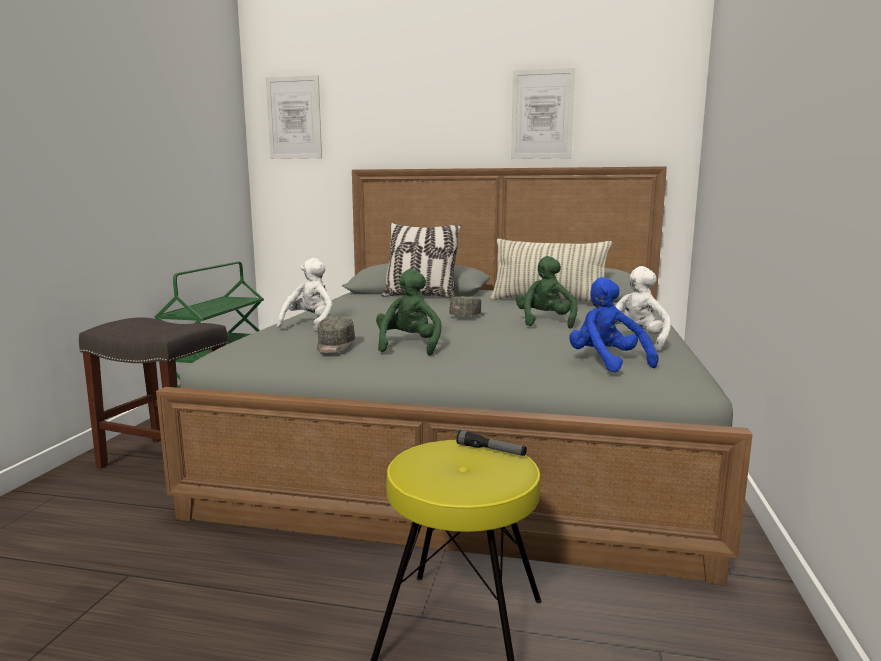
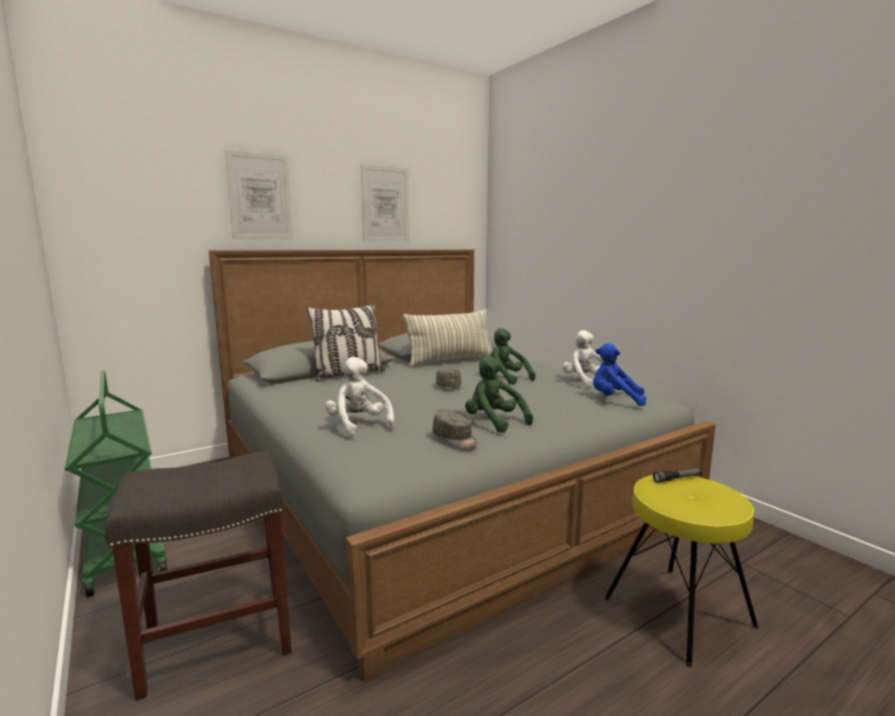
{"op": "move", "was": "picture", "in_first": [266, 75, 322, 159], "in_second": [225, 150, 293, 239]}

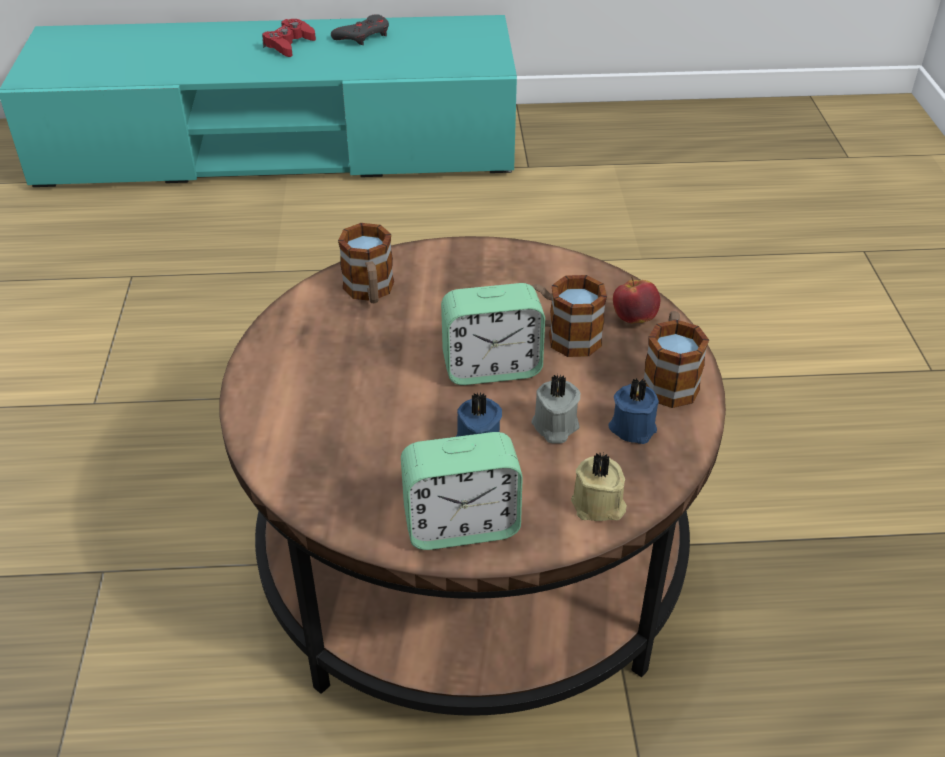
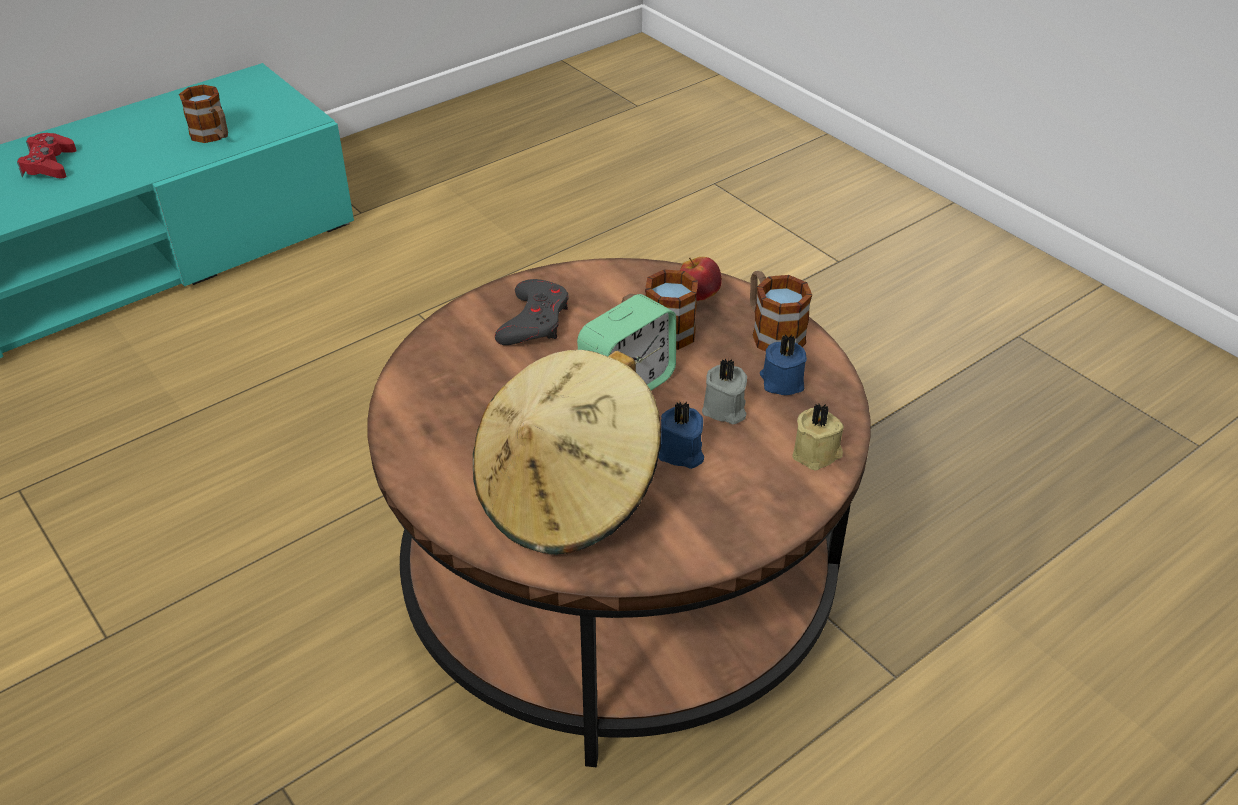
{"op": "delete", "was": "alarm_clock", "in_first": [401, 432, 523, 550]}
{"op": "insert", "now": "beige_hat", "in_second": [473, 350, 661, 555]}
{"op": "move", "was": "grey_game_controller", "in_first": [331, 14, 389, 45], "in_second": [495, 279, 569, 345]}
{"op": "move", "was": "mug", "in_first": [338, 223, 394, 303], "in_second": [179, 85, 228, 143]}

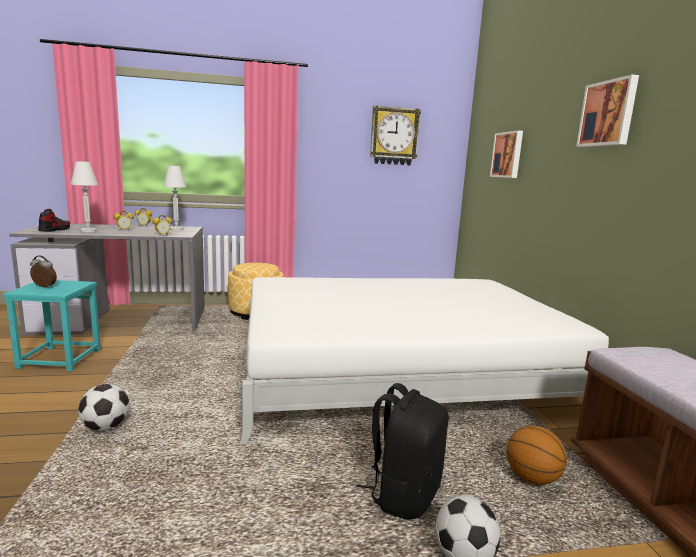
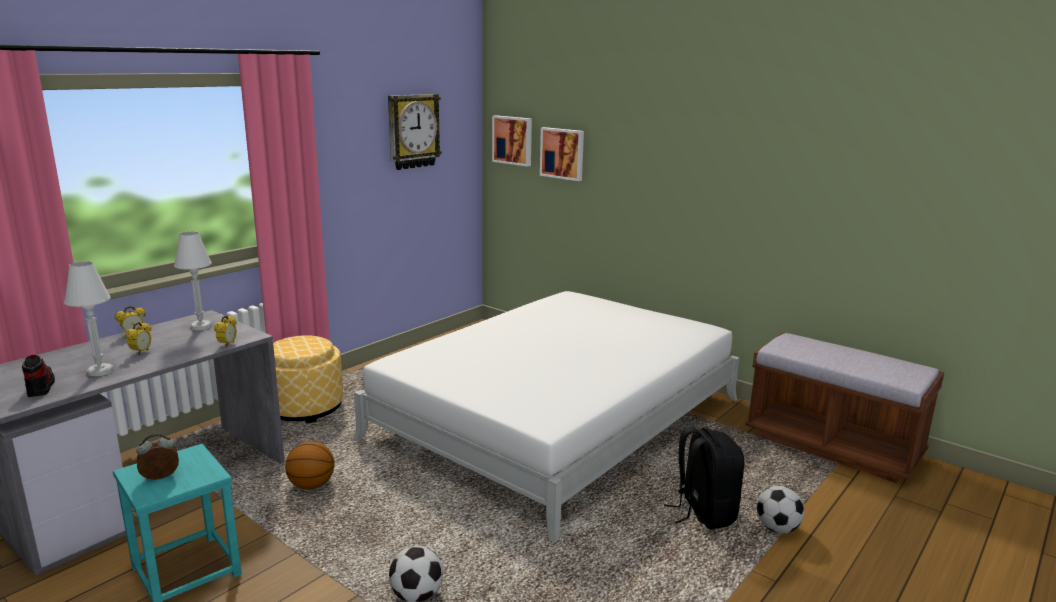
{"op": "move", "was": "basketball", "in_first": [506, 426, 567, 485], "in_second": [285, 441, 335, 490]}
{"op": "move", "was": "picture", "in_first": [576, 74, 639, 147], "in_second": [492, 115, 532, 166]}

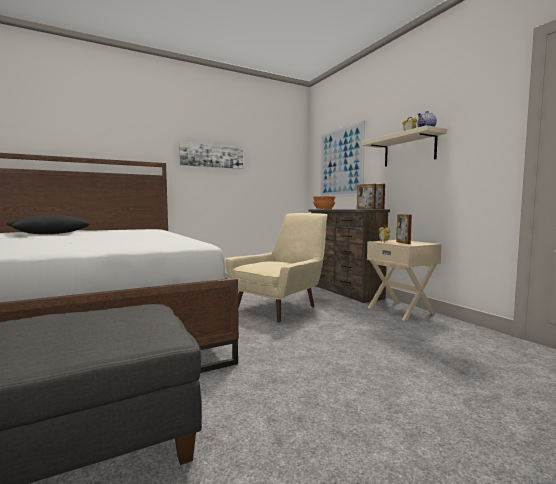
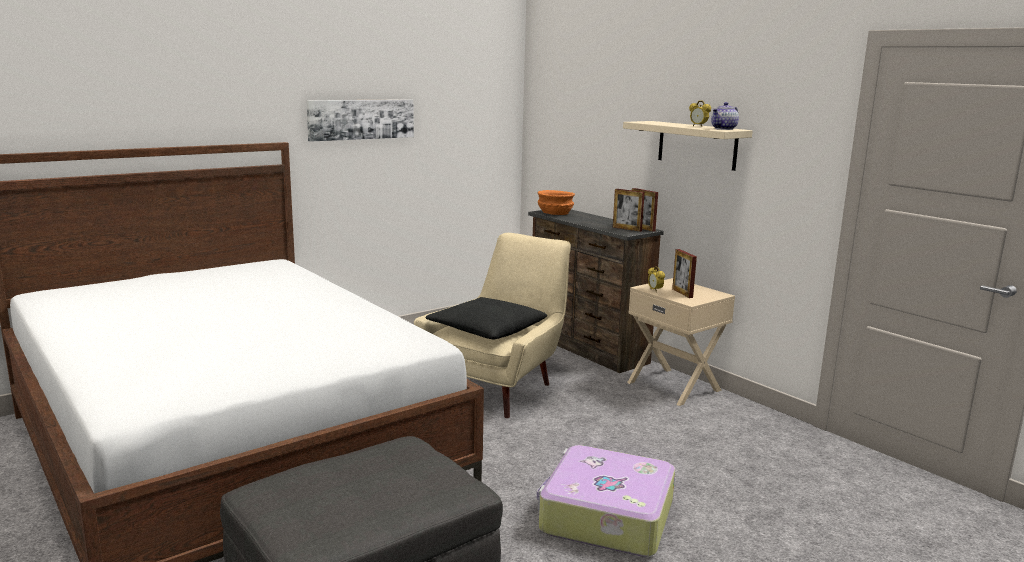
{"op": "delete", "was": "picture", "in_first": [320, 120, 365, 197]}
{"op": "insert", "now": "suitcase", "in_second": [537, 445, 675, 557]}
{"op": "move", "was": "black_pillow", "in_first": [6, 214, 90, 234], "in_second": [426, 297, 547, 339]}

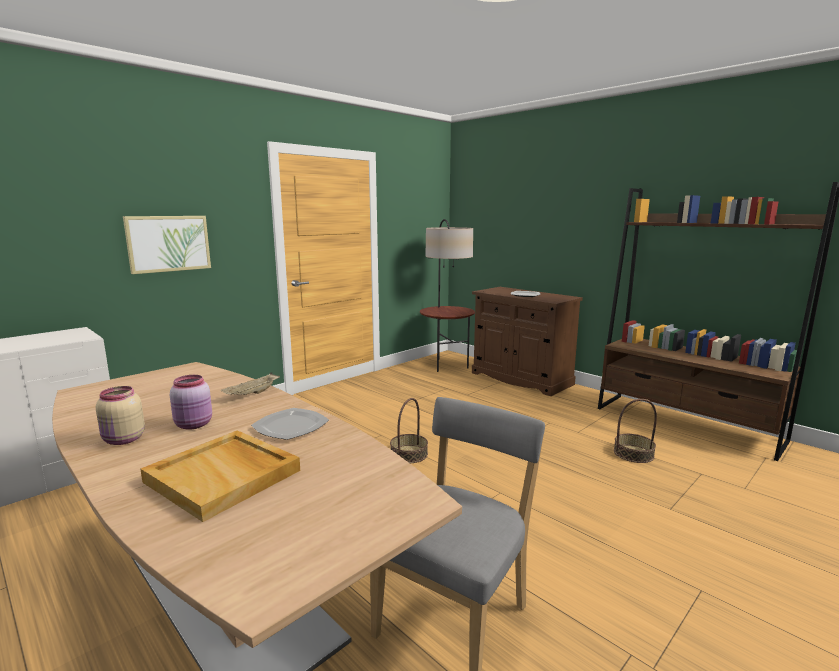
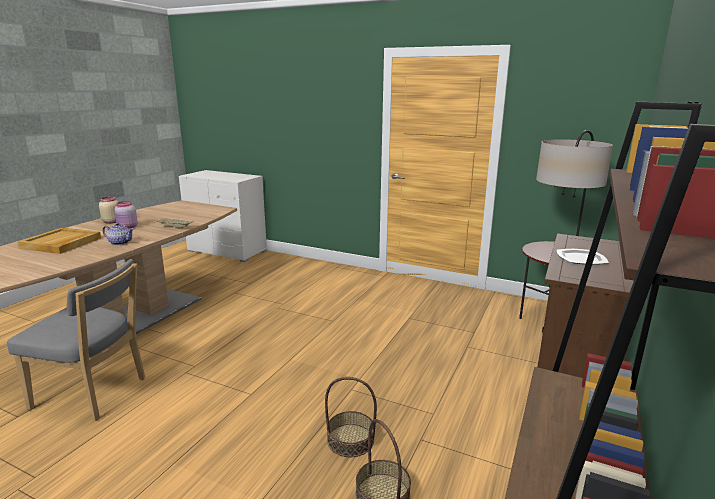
{"op": "delete", "was": "picture", "in_first": [123, 216, 211, 274]}
{"op": "move", "was": "basket", "in_first": [390, 398, 428, 463], "in_second": [325, 377, 377, 457]}
{"op": "replace", "was": "plate", "now": "teapot", "in_first": [251, 408, 329, 440], "in_second": [103, 223, 134, 245]}

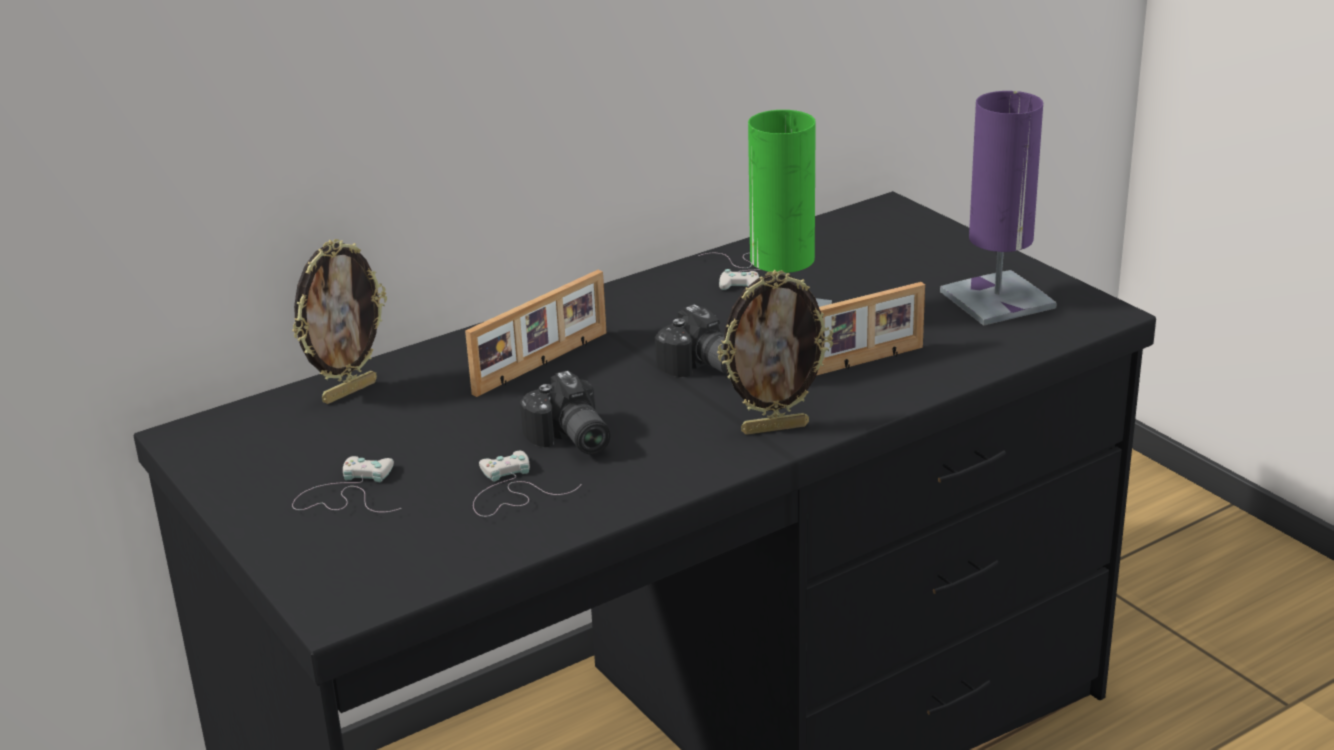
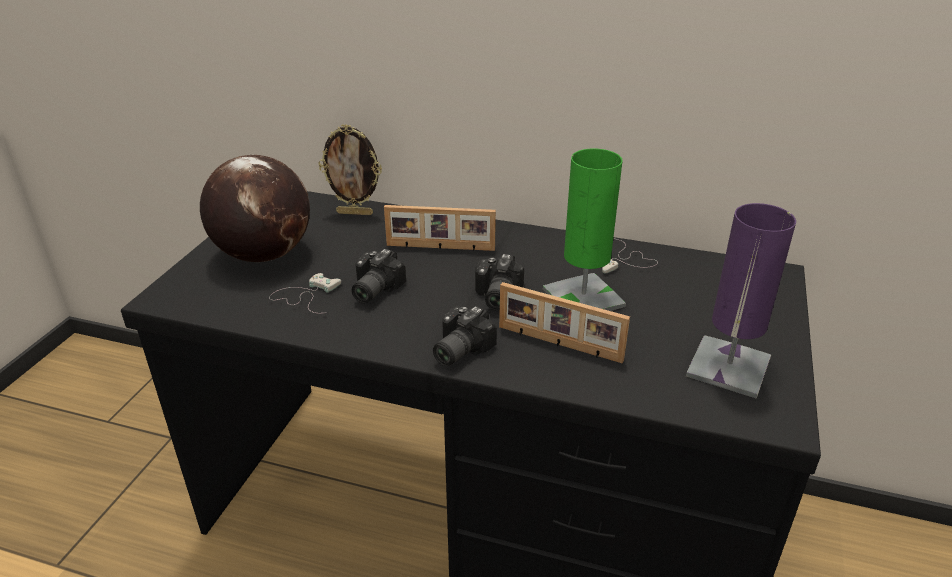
{"op": "replace", "was": "white_game_controller", "now": "globe", "in_first": [292, 456, 401, 512], "in_second": [200, 155, 310, 262]}
{"op": "replace", "was": "picture_frame", "now": "photo_camera", "in_first": [717, 270, 833, 435], "in_second": [433, 306, 497, 366]}

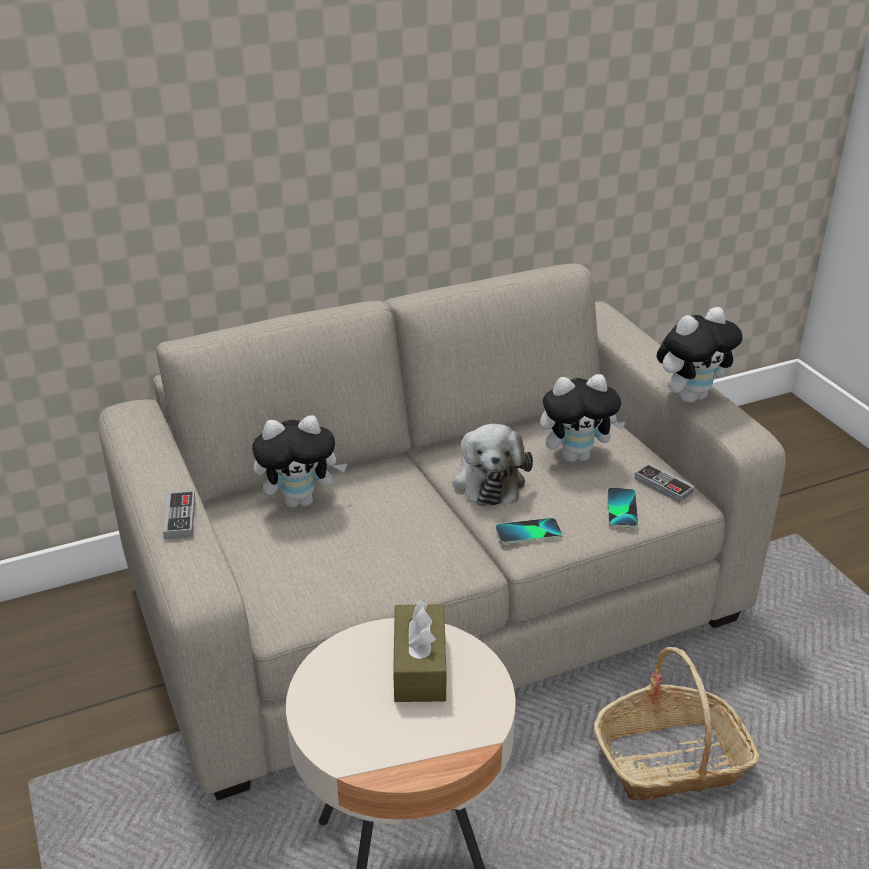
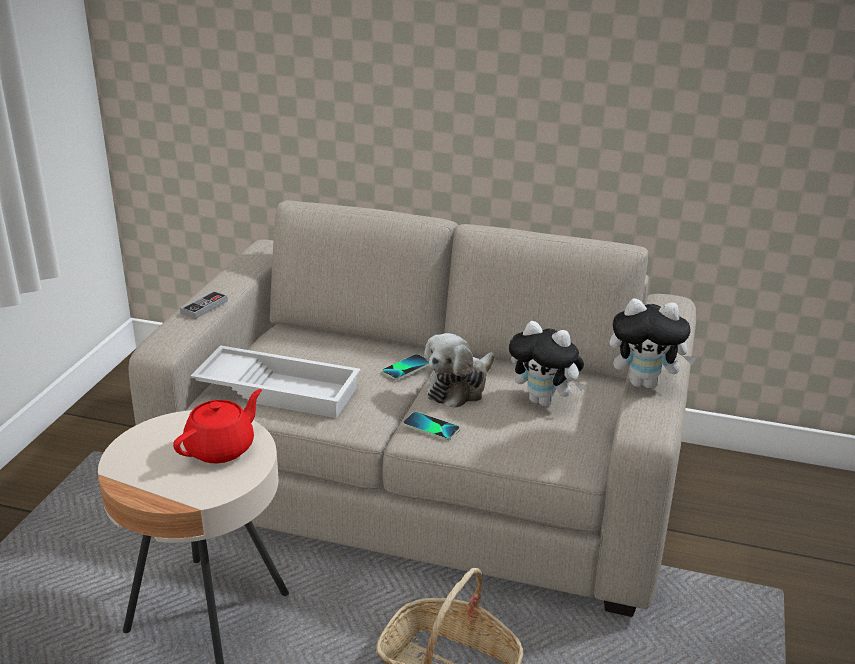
{"op": "delete", "was": "plush_toy", "in_first": [252, 415, 347, 508]}
{"op": "delete", "was": "game_controller", "in_first": [634, 463, 695, 503]}
{"op": "insert", "now": "white_tray", "in_second": [191, 345, 361, 418]}
{"op": "move", "was": "phone", "in_first": [607, 488, 638, 528], "in_second": [382, 354, 429, 380]}
{"op": "replace", "was": "brown_tissue_box", "now": "red_teapot", "in_first": [393, 599, 446, 702], "in_second": [173, 389, 262, 463]}

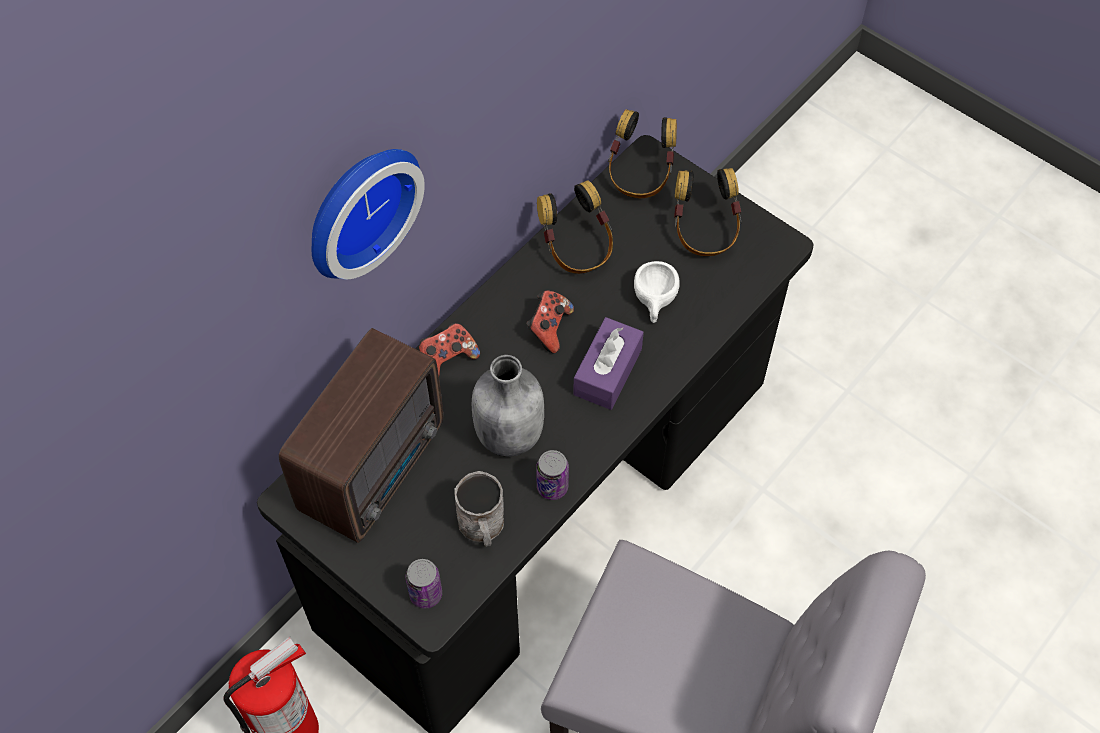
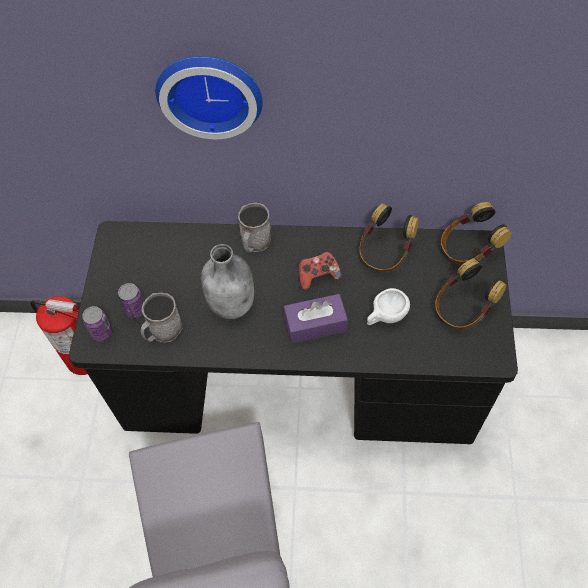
{"op": "delete", "was": "radio", "in_first": [279, 328, 443, 543]}
{"op": "move", "was": "can", "in_first": [536, 450, 569, 500], "in_second": [118, 283, 144, 319]}
{"op": "replace", "was": "game_controller", "now": "grey_mug", "in_first": [419, 323, 480, 375], "in_second": [238, 203, 271, 253]}

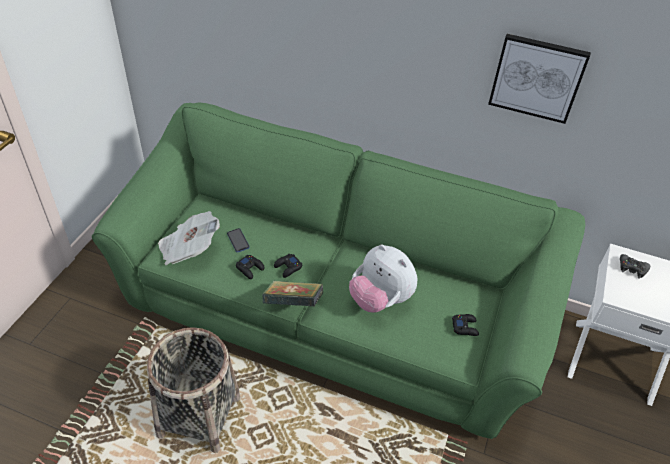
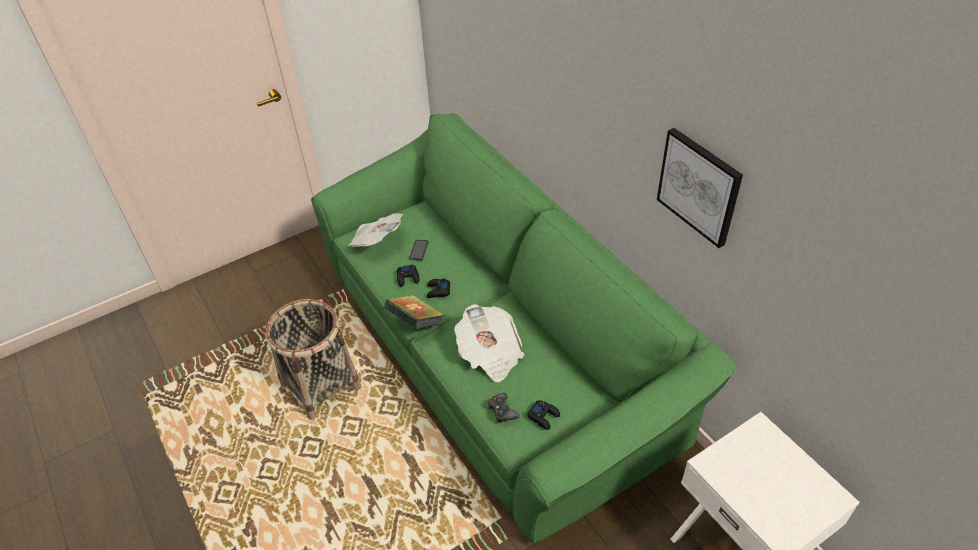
{"op": "move", "was": "black_game_controller", "in_first": [620, 254, 650, 279], "in_second": [488, 393, 520, 423]}
{"op": "replace", "was": "plush_toy", "now": "newspaper", "in_first": [349, 245, 417, 313], "in_second": [454, 304, 524, 382]}

